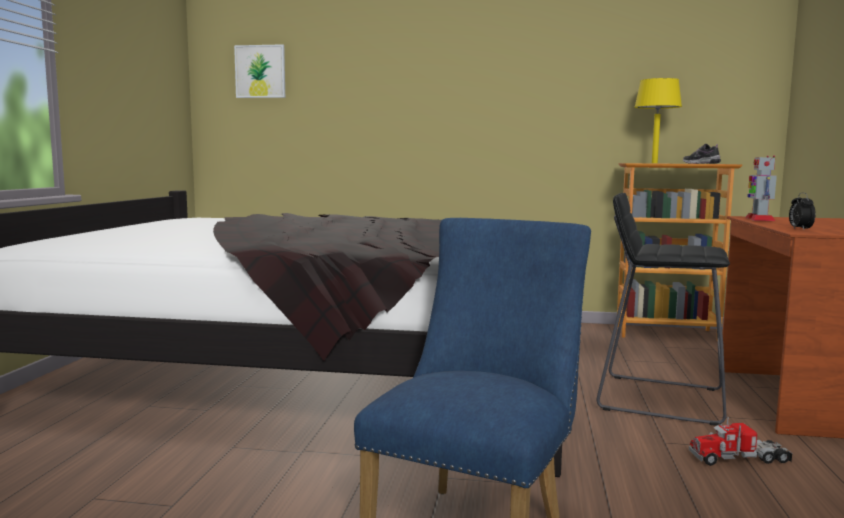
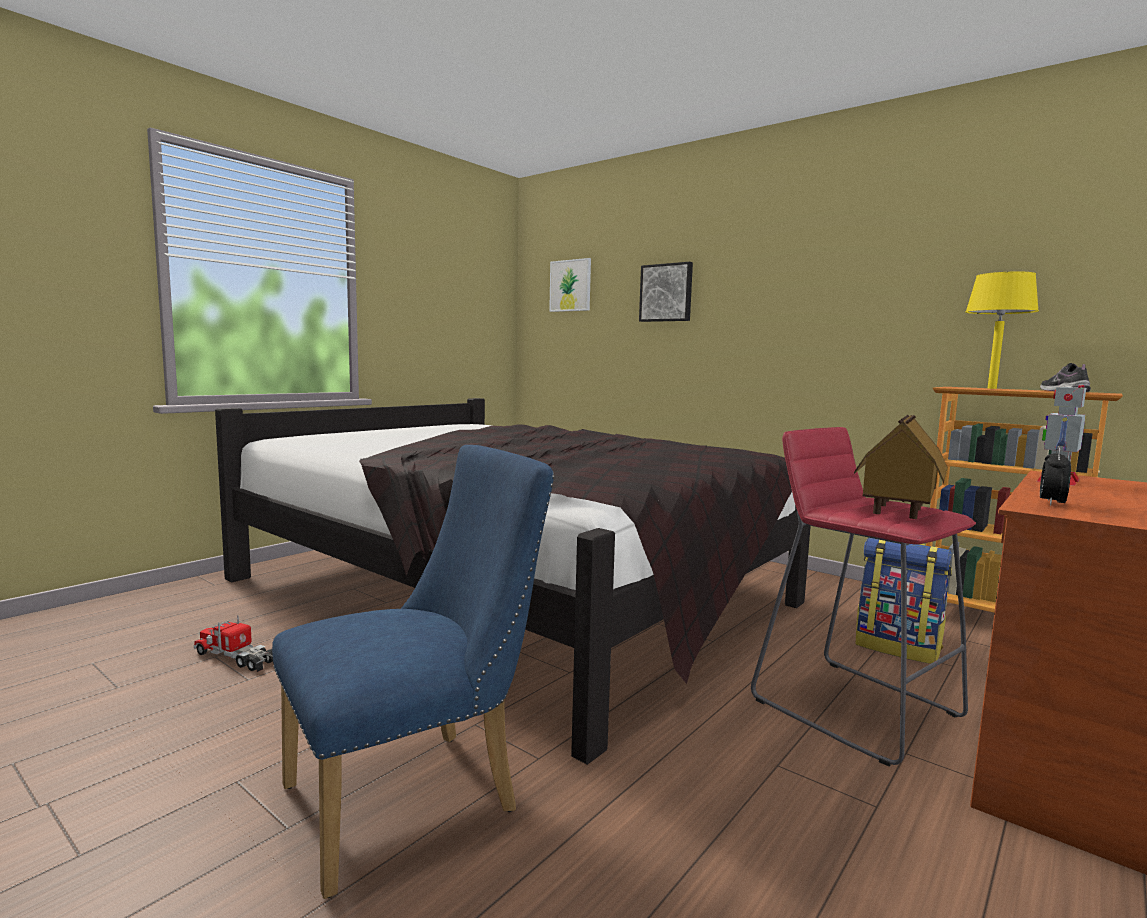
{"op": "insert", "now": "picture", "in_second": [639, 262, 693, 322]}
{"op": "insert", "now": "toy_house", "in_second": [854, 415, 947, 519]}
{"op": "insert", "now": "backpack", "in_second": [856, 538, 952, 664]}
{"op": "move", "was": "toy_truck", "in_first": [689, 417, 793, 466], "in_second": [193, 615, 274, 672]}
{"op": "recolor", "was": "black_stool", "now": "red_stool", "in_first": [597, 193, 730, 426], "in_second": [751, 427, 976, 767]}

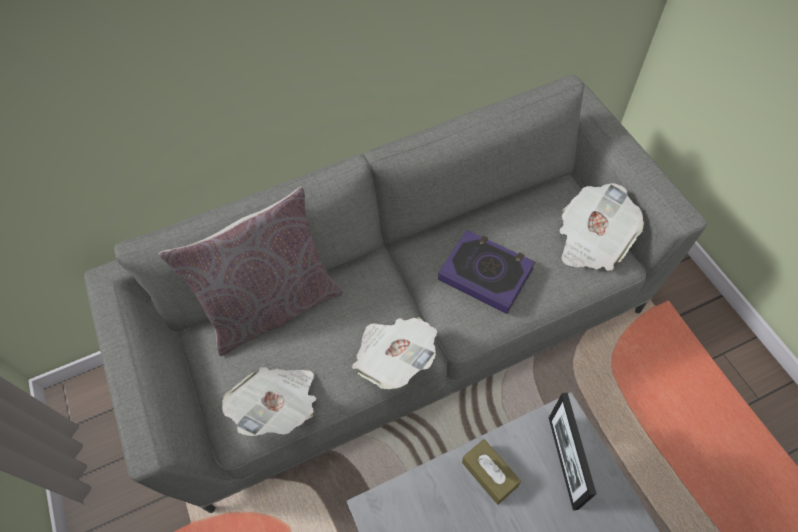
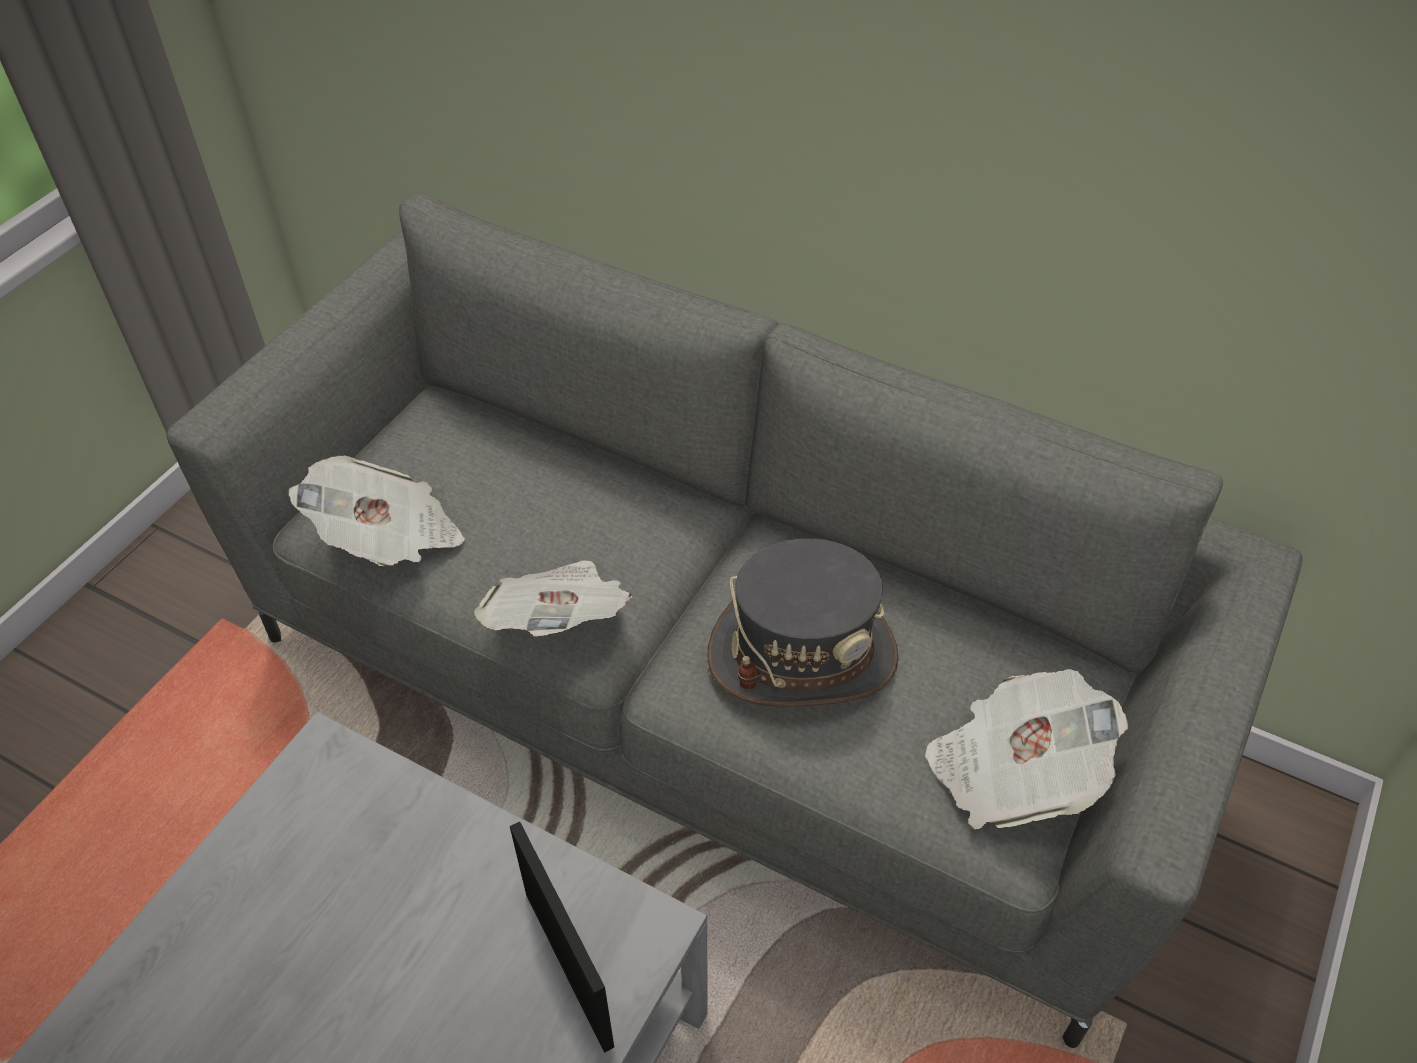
{"op": "delete", "was": "grey_pillow", "in_first": [159, 187, 342, 356]}
{"op": "delete", "was": "brown_tissue_box", "in_first": [462, 439, 521, 505]}
{"op": "replace", "was": "book", "now": "grey_hat", "in_first": [438, 230, 535, 314], "in_second": [707, 538, 899, 707]}
{"op": "rotate", "was": "picture_frame", "in_first": [549, 392, 596, 511], "in_second": [510, 822, 614, 1053], "clockwise": 105}

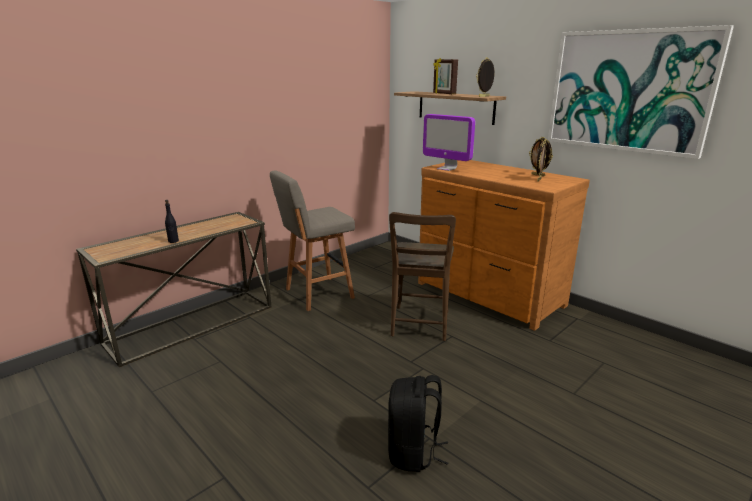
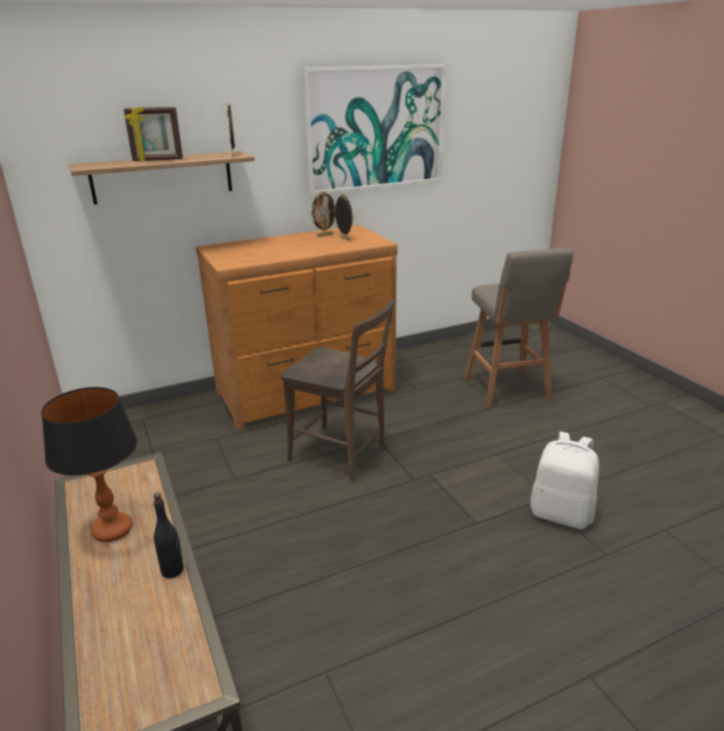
{"op": "delete", "was": "monitor", "in_first": [423, 114, 475, 171]}
{"op": "insert", "now": "table_lamp", "in_second": [41, 387, 137, 542]}
{"op": "move", "was": "grey_stool", "in_first": [270, 170, 355, 311], "in_second": [464, 248, 573, 408]}
{"op": "recolor", "was": "black_backpack", "now": "white_backpack", "in_first": [388, 375, 448, 472], "in_second": [530, 432, 599, 529]}

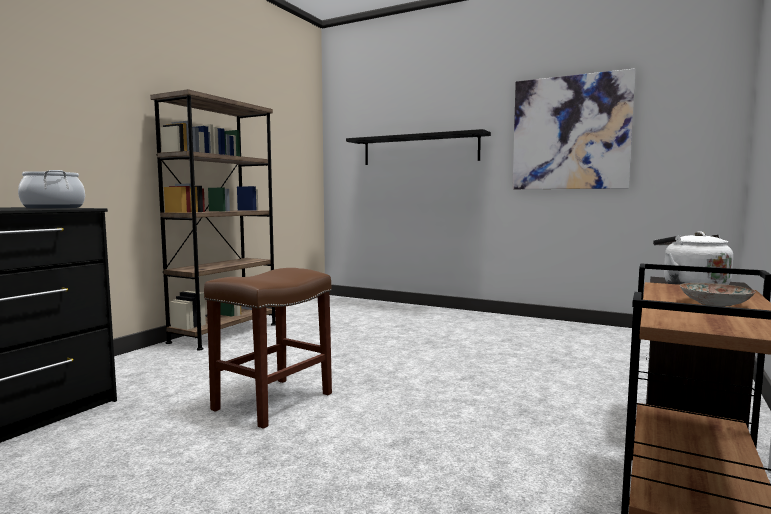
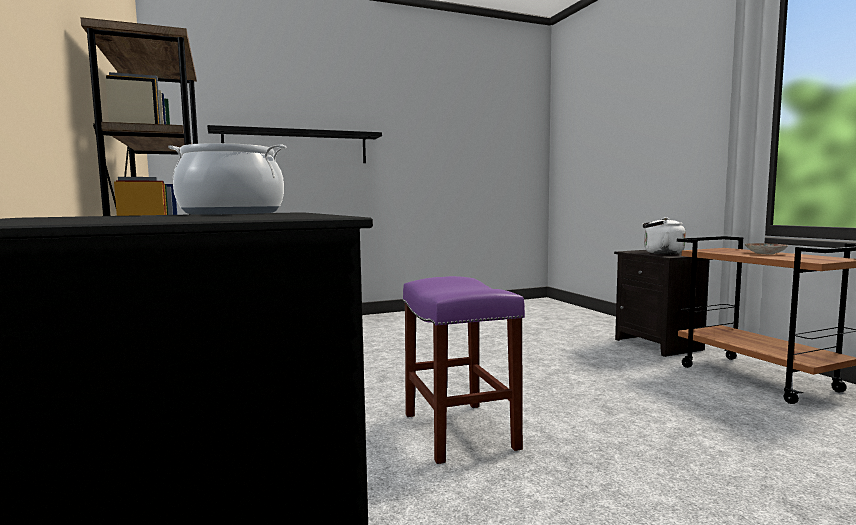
{"op": "delete", "was": "picture", "in_first": [512, 68, 635, 189]}
{"op": "recolor", "was": "brown_stool", "now": "purple_stool", "in_first": [204, 268, 332, 429], "in_second": [402, 276, 525, 464]}

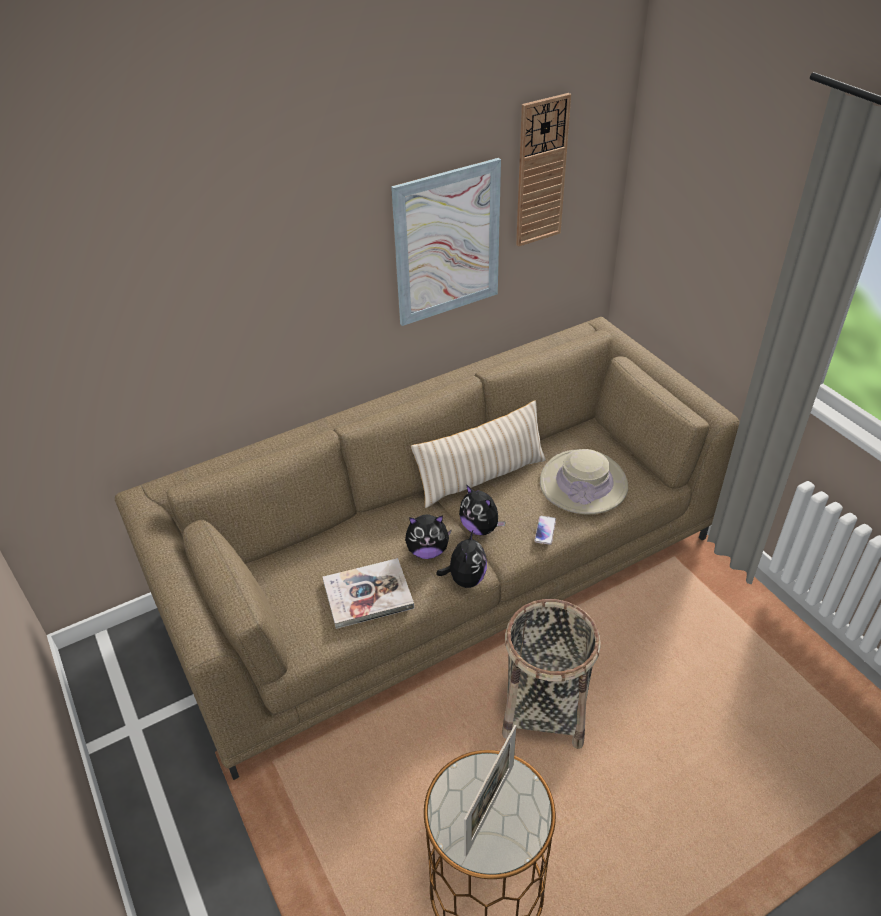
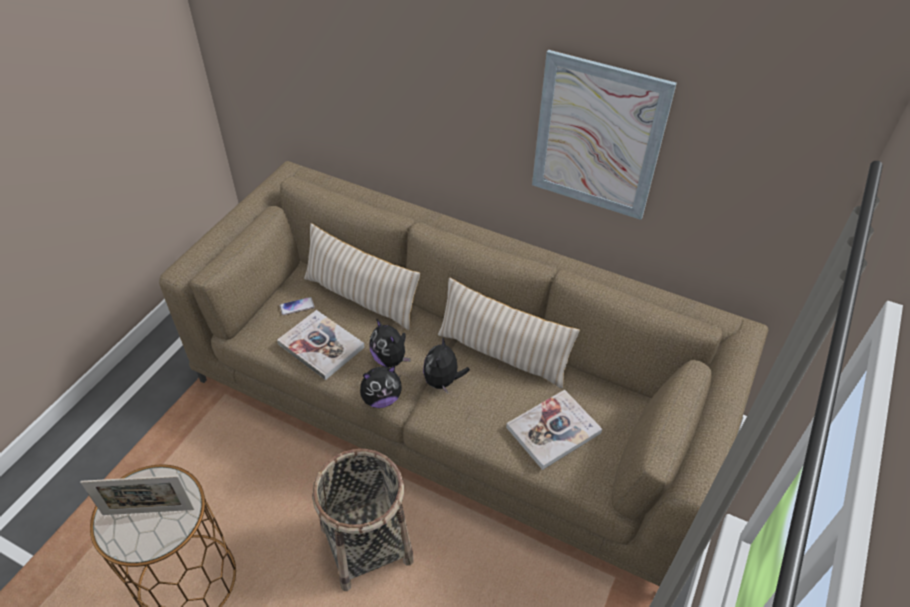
{"op": "delete", "was": "wall_clock", "in_first": [516, 93, 571, 247]}
{"op": "insert", "now": "beige_pillow", "in_second": [304, 223, 421, 330]}
{"op": "move", "was": "phone", "in_first": [534, 516, 556, 545], "in_second": [280, 297, 315, 315]}
{"op": "replace", "was": "beige_hat", "now": "book", "in_first": [540, 449, 628, 514], "in_second": [506, 390, 602, 470]}

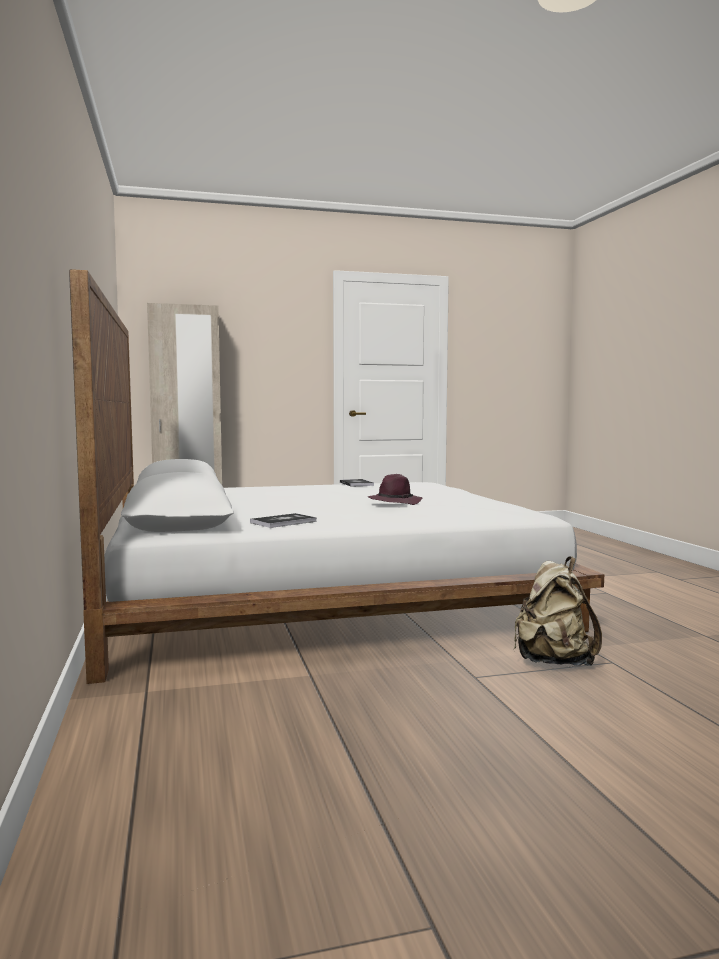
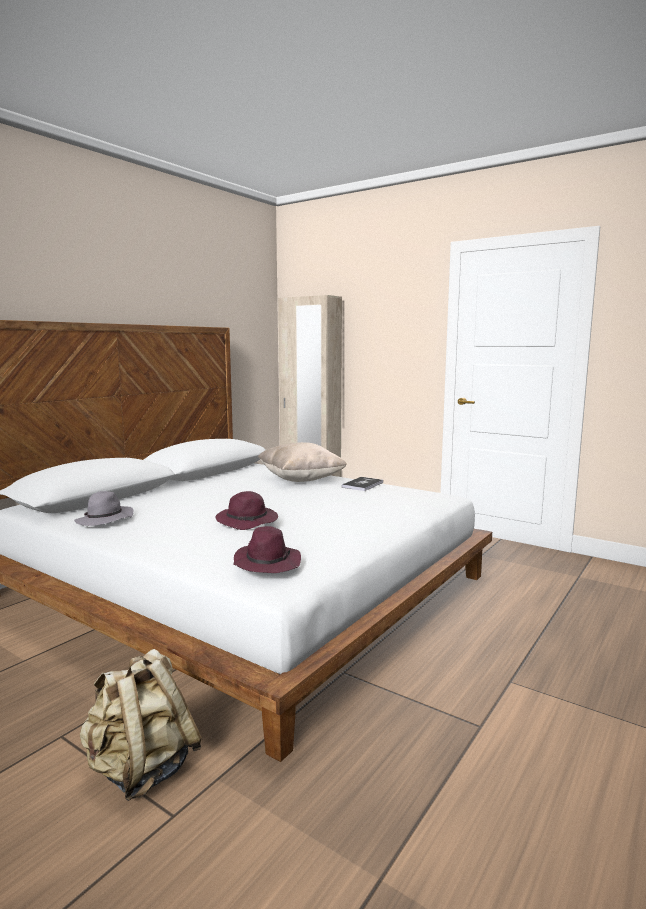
{"op": "insert", "now": "purple_hat", "in_second": [233, 526, 301, 573]}
{"op": "insert", "now": "beige_pillow", "in_second": [258, 442, 347, 482]}
{"op": "replace", "was": "book", "now": "grey_hat", "in_first": [250, 513, 317, 528], "in_second": [74, 491, 133, 526]}

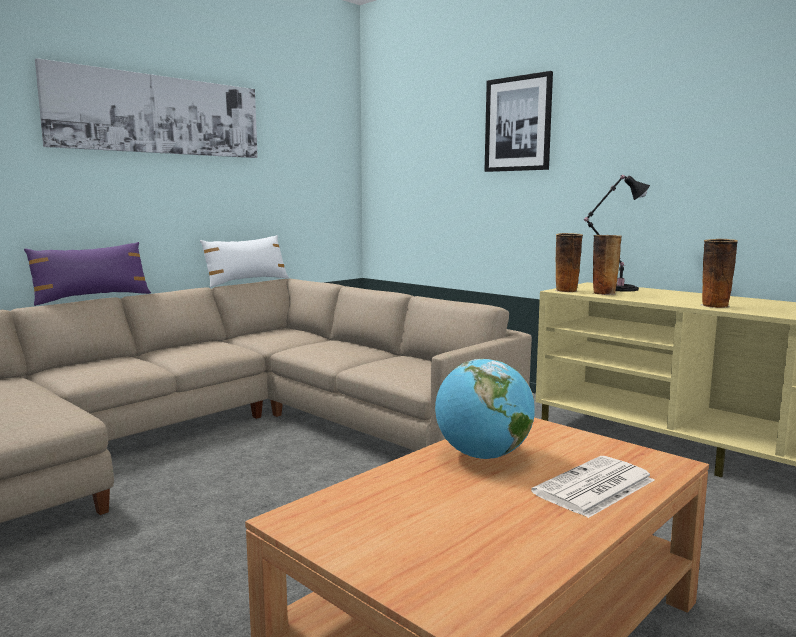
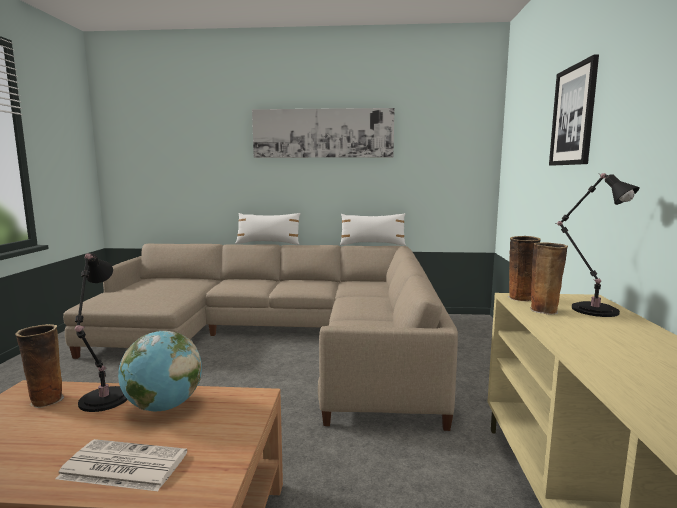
{"op": "insert", "now": "black_table_lamp", "in_second": [75, 253, 128, 412]}
{"op": "move", "was": "vase", "in_first": [701, 239, 738, 308], "in_second": [15, 324, 64, 408]}
{"op": "recolor", "was": "purple_pillow", "now": "white_pillow", "in_first": [24, 242, 151, 306], "in_second": [235, 213, 301, 245]}

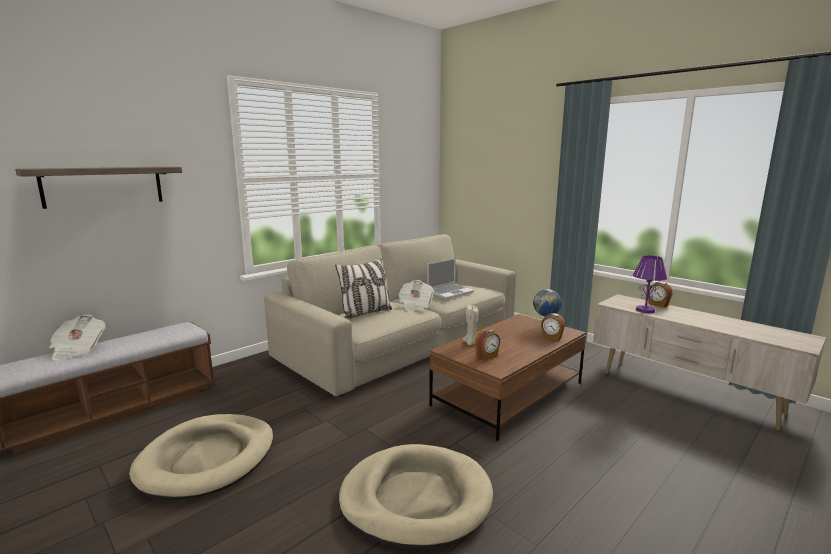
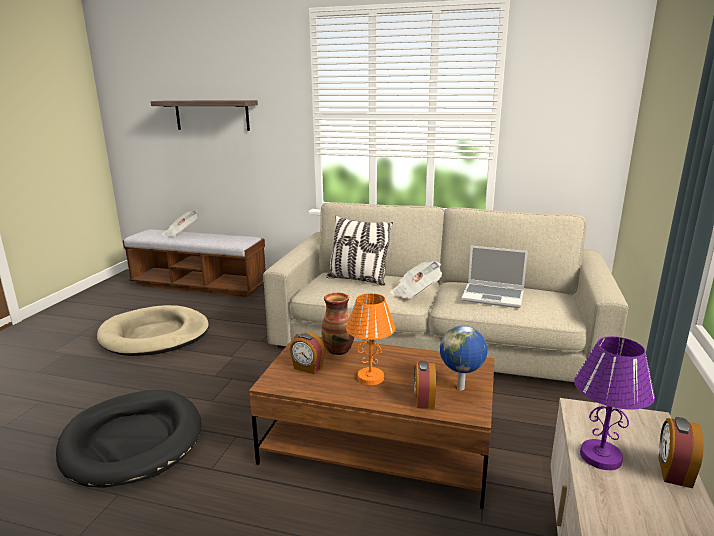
{"op": "insert", "now": "orange_table_lamp", "in_second": [346, 293, 396, 385]}
{"op": "replace", "was": "beige_candle", "now": "vase", "in_first": [463, 305, 478, 345], "in_second": [321, 293, 354, 355]}
{"op": "recolor", "was": "beige_dog_bed", "now": "black_dog_bed", "in_first": [339, 444, 493, 549], "in_second": [56, 390, 202, 488]}

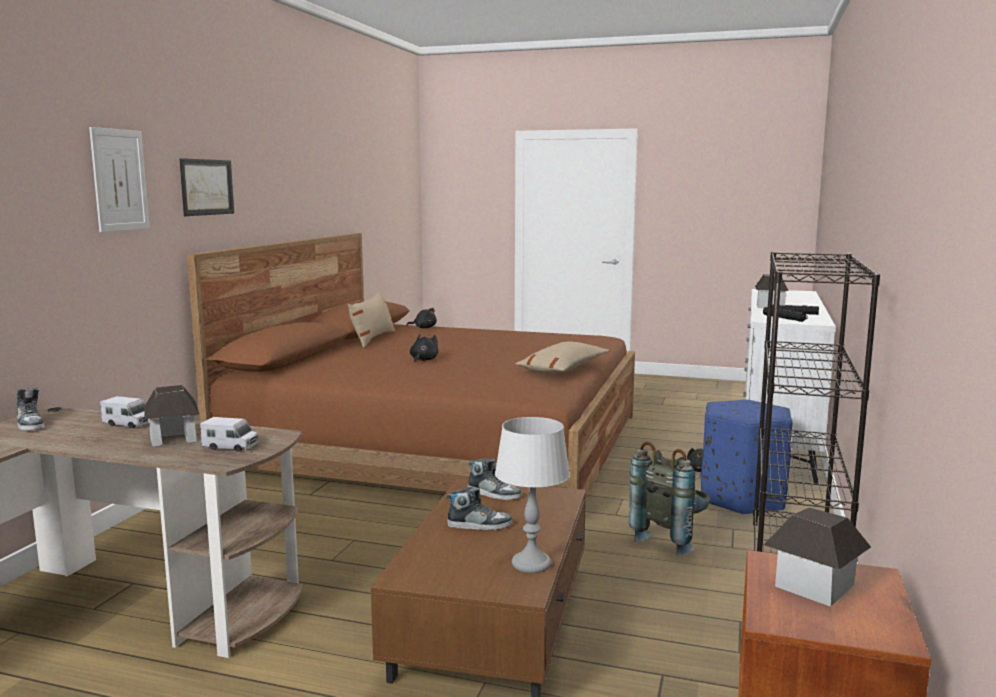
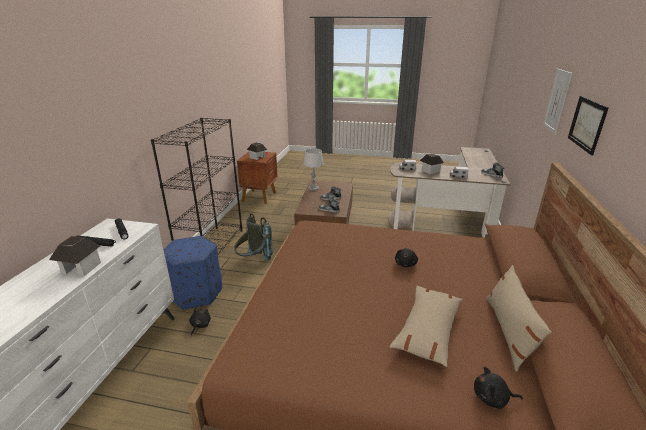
{"op": "move", "was": "beige_pillow", "in_first": [516, 342, 610, 373], "in_second": [390, 285, 463, 367]}

